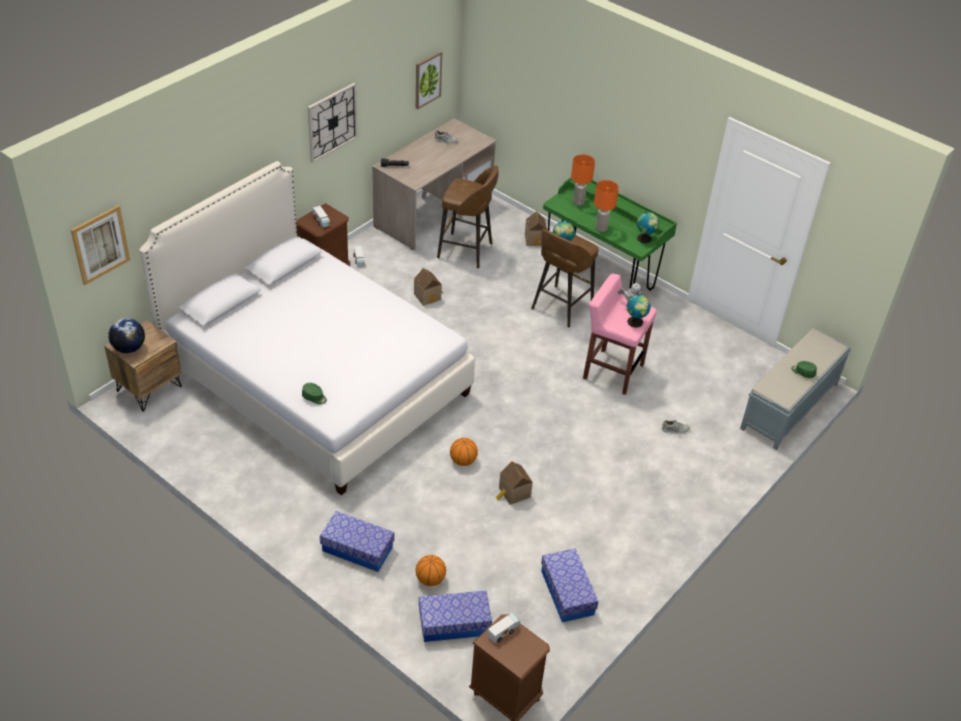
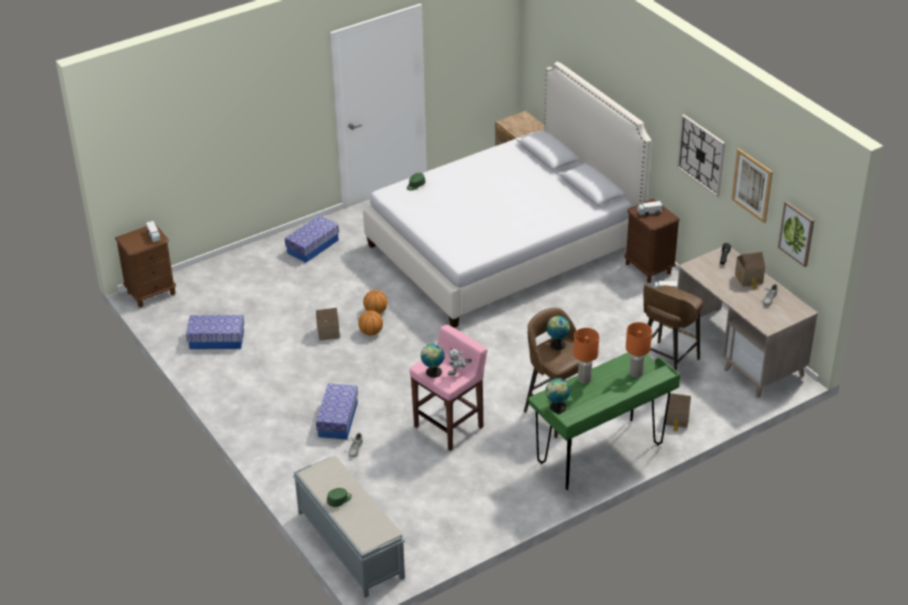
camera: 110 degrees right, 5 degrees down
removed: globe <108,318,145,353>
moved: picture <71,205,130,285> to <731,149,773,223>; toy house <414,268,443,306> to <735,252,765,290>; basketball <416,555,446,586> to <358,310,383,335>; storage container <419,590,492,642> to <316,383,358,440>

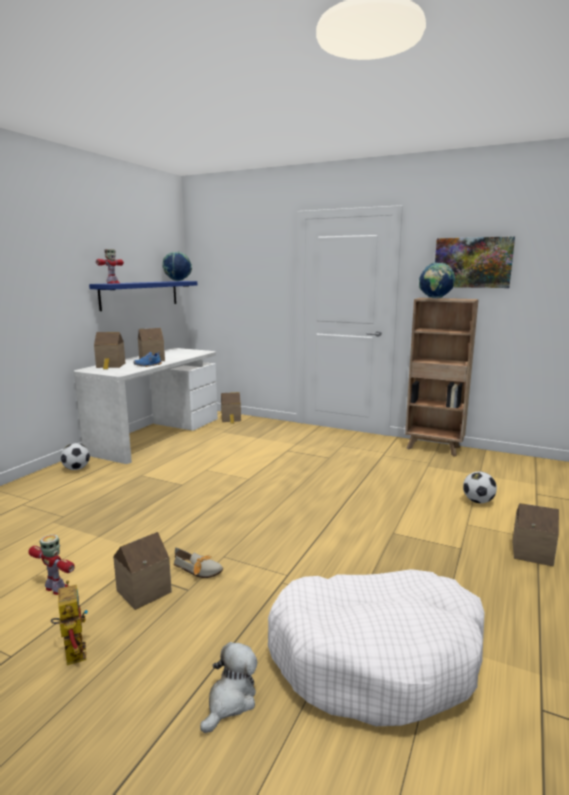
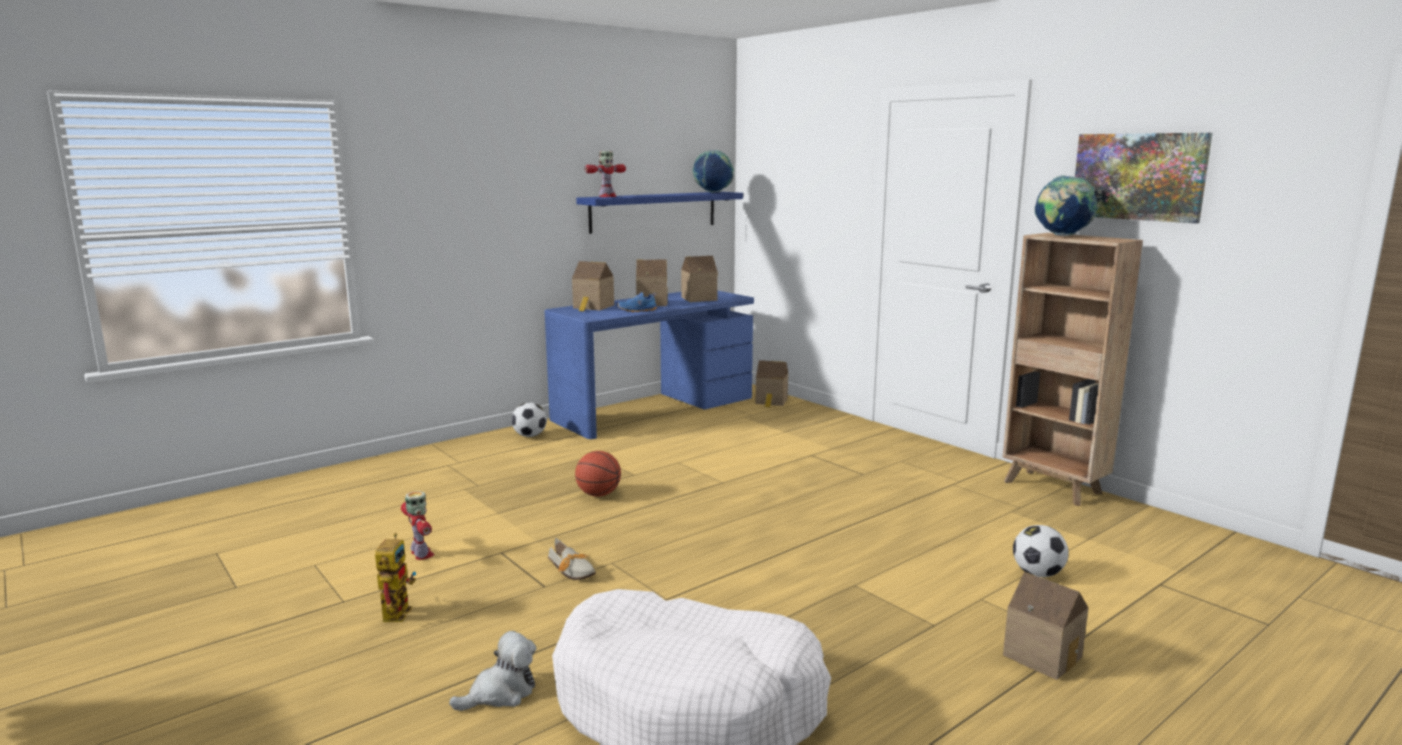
camera: 25 degrees right, 0 degrees up
added: basketball <575,451,621,497>
moved: toy house <113,532,172,610> to <681,256,718,302>
recoloured: white-coloured desk unit <74,348,218,464> to bluish desk unit <545,291,754,439>

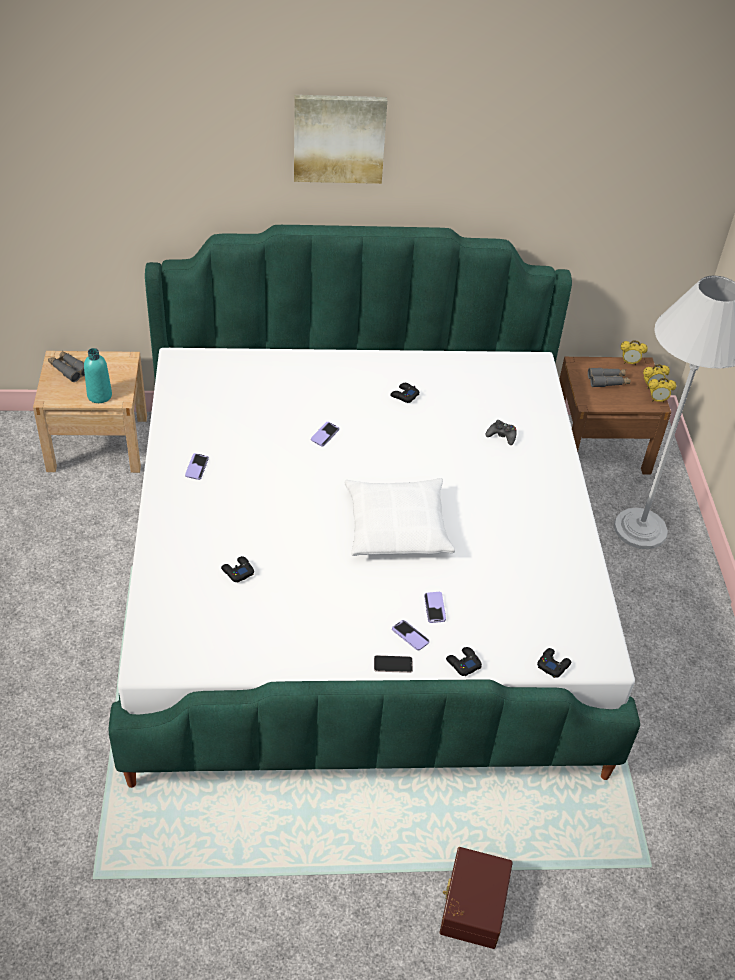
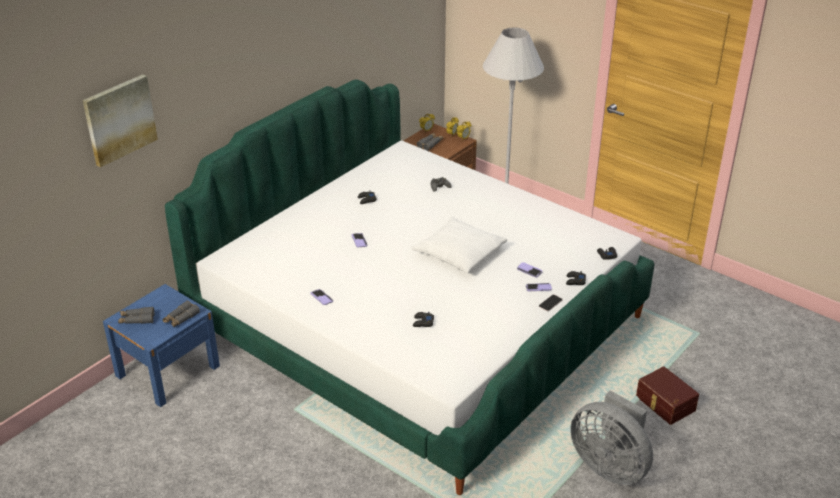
camera: 45 degrees left, 10 degrees down
added: gray electric fan <570,390,653,485>
moved: picture <294,95,387,184> to <83,74,158,167>
replaced: turquoise-coloured beverage bottle <84,348,112,403> to gray field glasses <162,301,200,328>
recoloured: beige-coloured night table <33,351,147,473> to bluish night table <103,284,220,407>

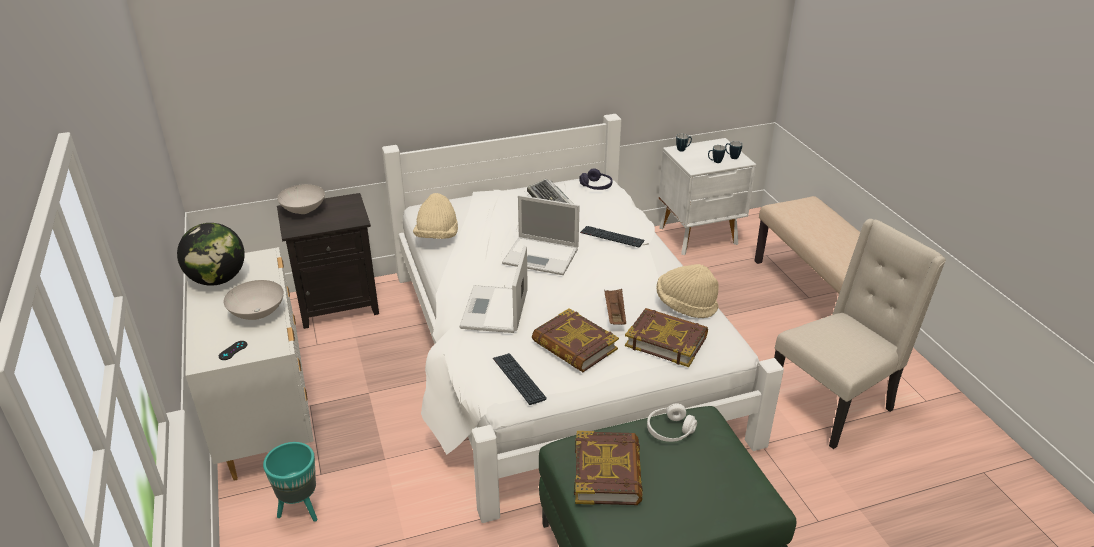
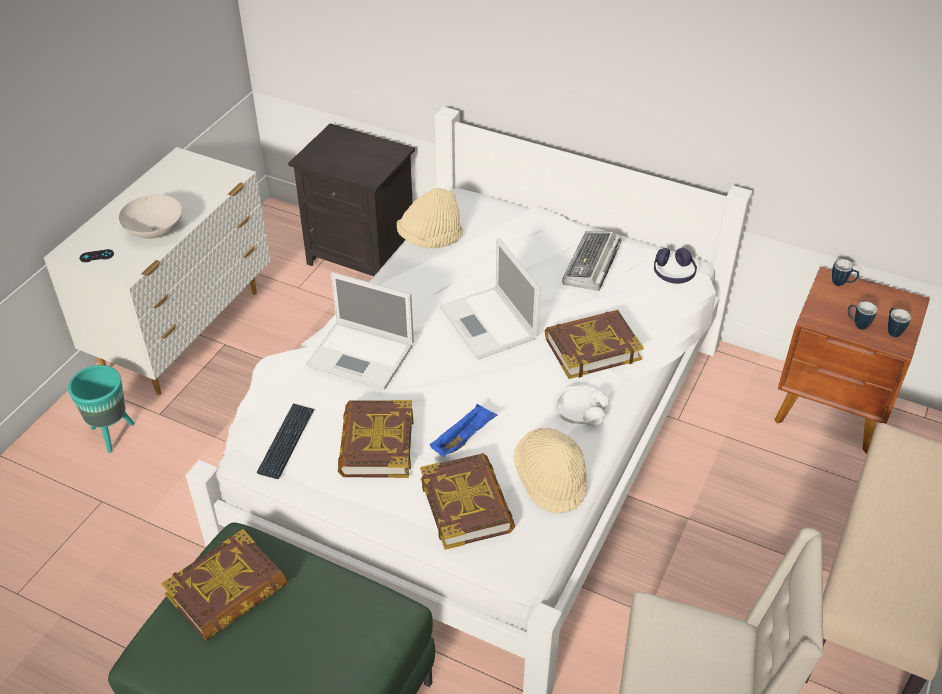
camera: 45 degrees right, 10 degrees up
removed: globe <177,223,245,286>; white-coloured deep dish <277,184,325,214>
moved: white-coloured headset <647,403,697,442> to <554,386,608,426>
replaced: PC keyboard <580,226,644,247> to volume <545,310,644,379>
recoloured: brown-coloured carrying tray <604,289,626,325> to bluish carrying tray <430,404,498,457>; white-coloured night table <659,138,756,255> to brown-coloured night table <774,267,930,454>
turned: notebook computer <460,246,528,333> = <306,272,414,390> 120 degrees counterclockwise

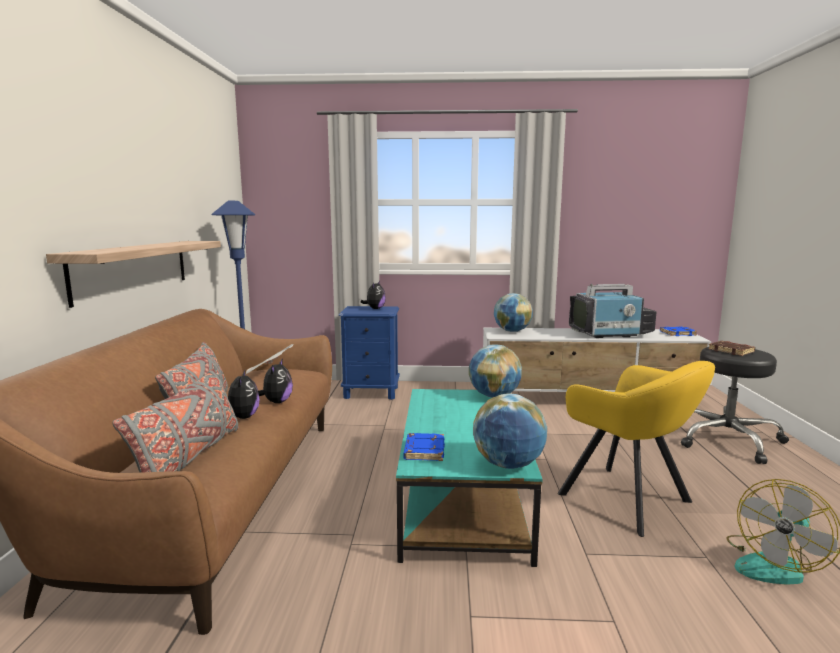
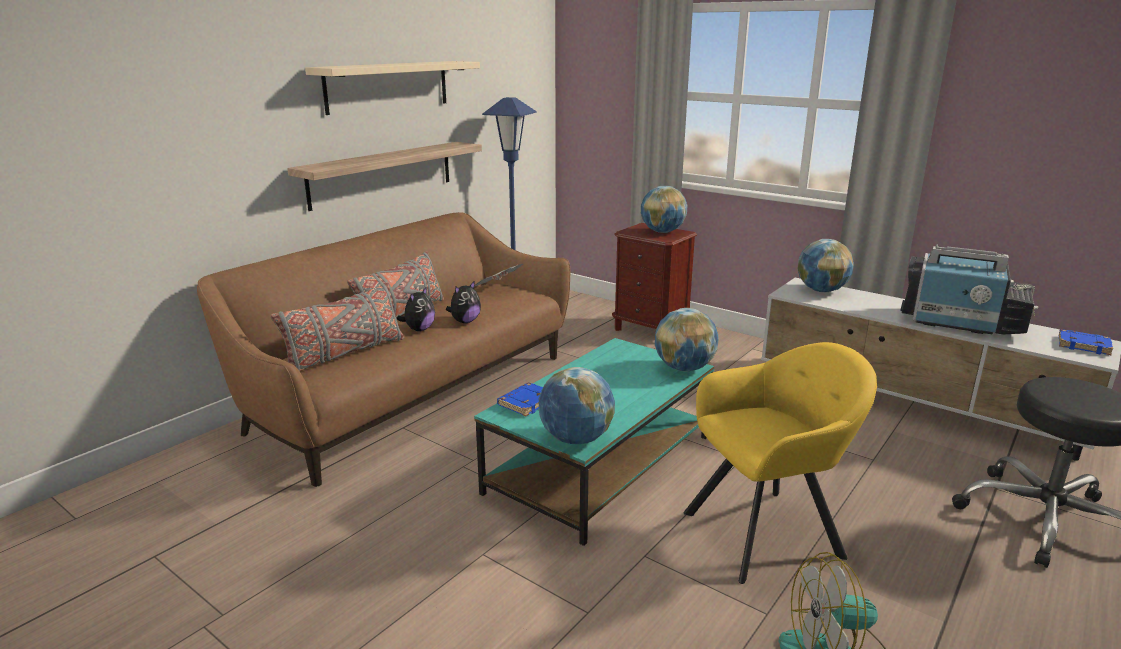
camera: 35 degrees right, 10 degrees up
removed: brown-coloured volume <708,341,755,356>
added: beige-coloured shelf <305,61,480,115>
replaced: soft toy <361,281,386,309> to globe <641,186,688,233>
recoloured: bluish night table <338,306,400,400> to brown-coloured night table <612,223,697,331>
turned: yellow-coloured armchair <558,361,715,537> = <683,342,877,584> 105 degrees counterclockwise

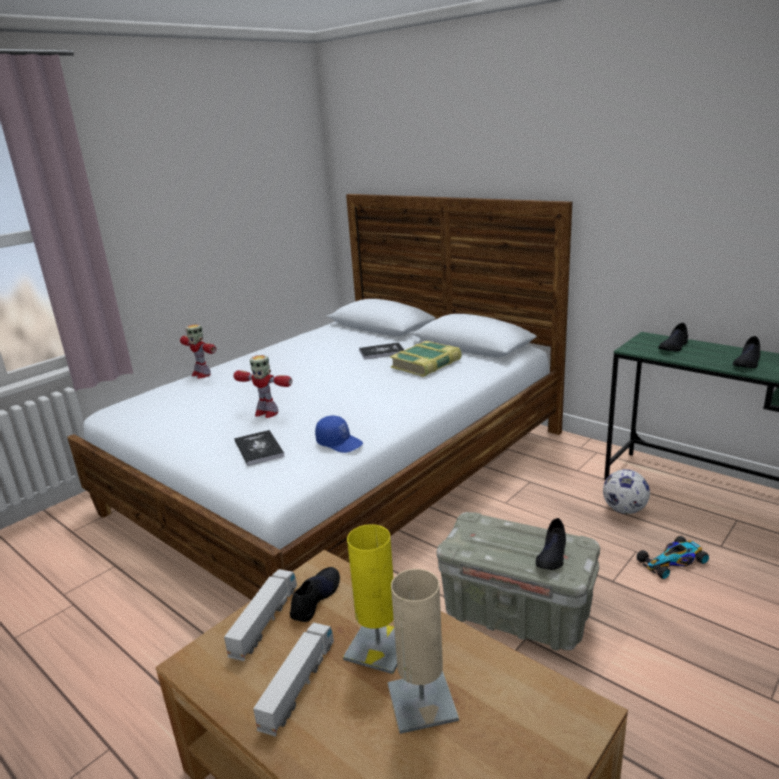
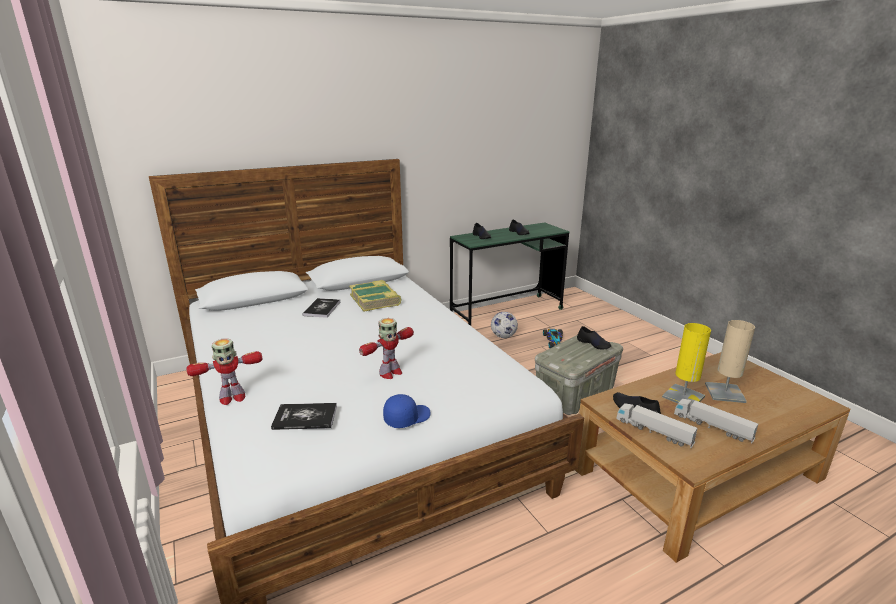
camera: 70 degrees left, 0 degrees up
moved: volume <235,430,285,466> to <271,403,337,430>; bluish peaked cap <315,416,363,453> to <383,394,430,428>

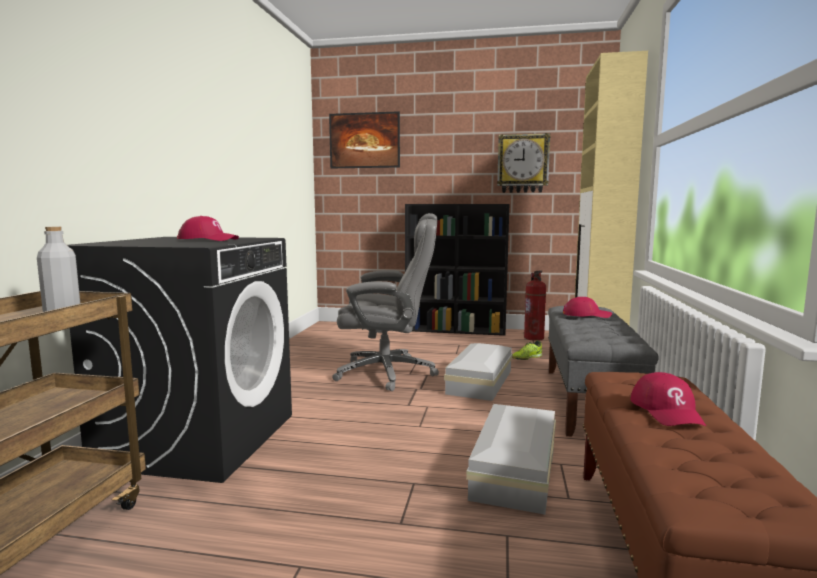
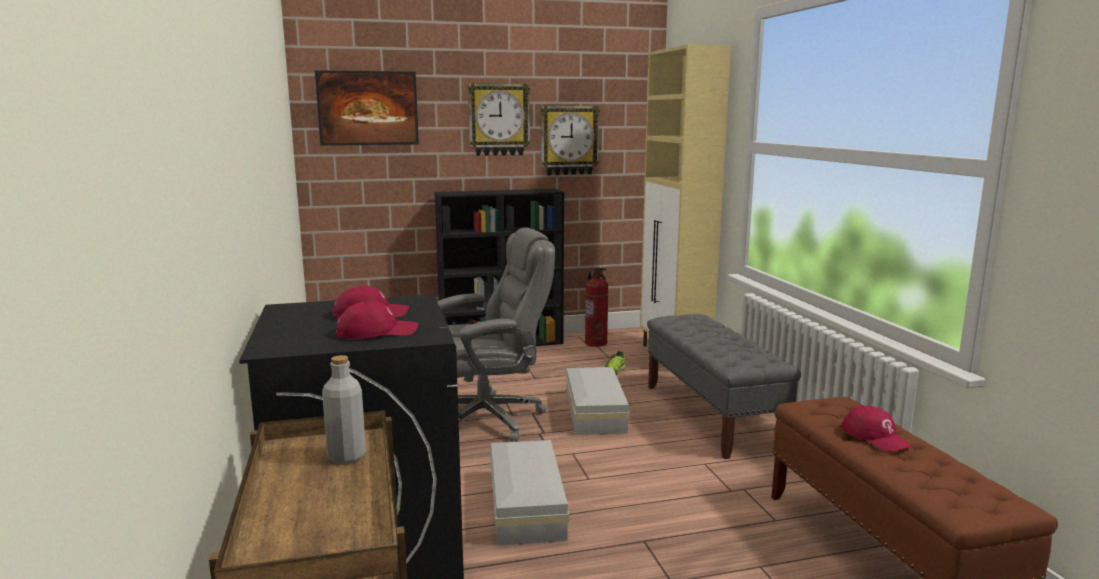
camera: 25 degrees left, 5 degrees up
added: hanging clock <468,84,531,156>
moved: white-coloured storage container <466,404,556,515> to <490,440,569,546>; reddish peaked cap <563,297,612,318> to <336,301,418,339>

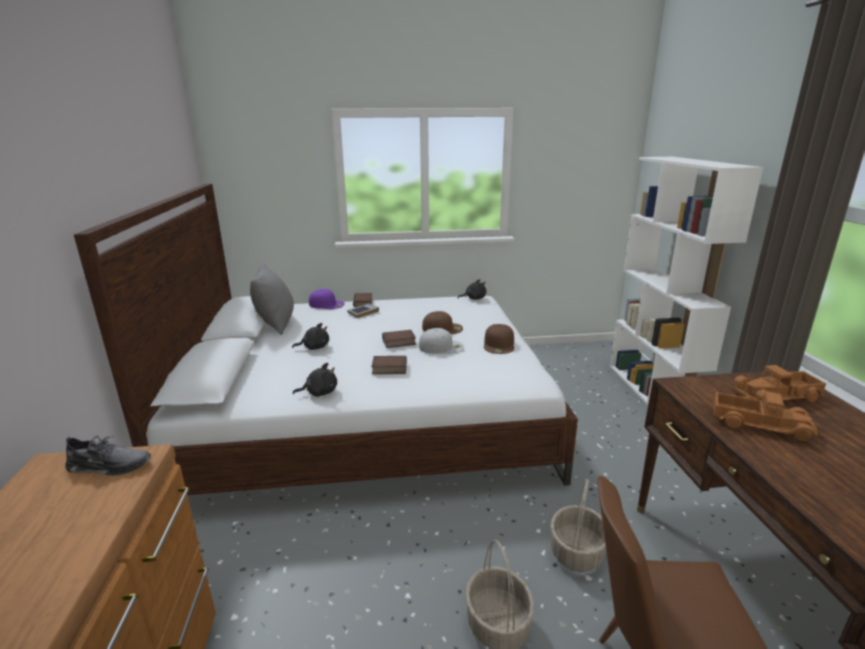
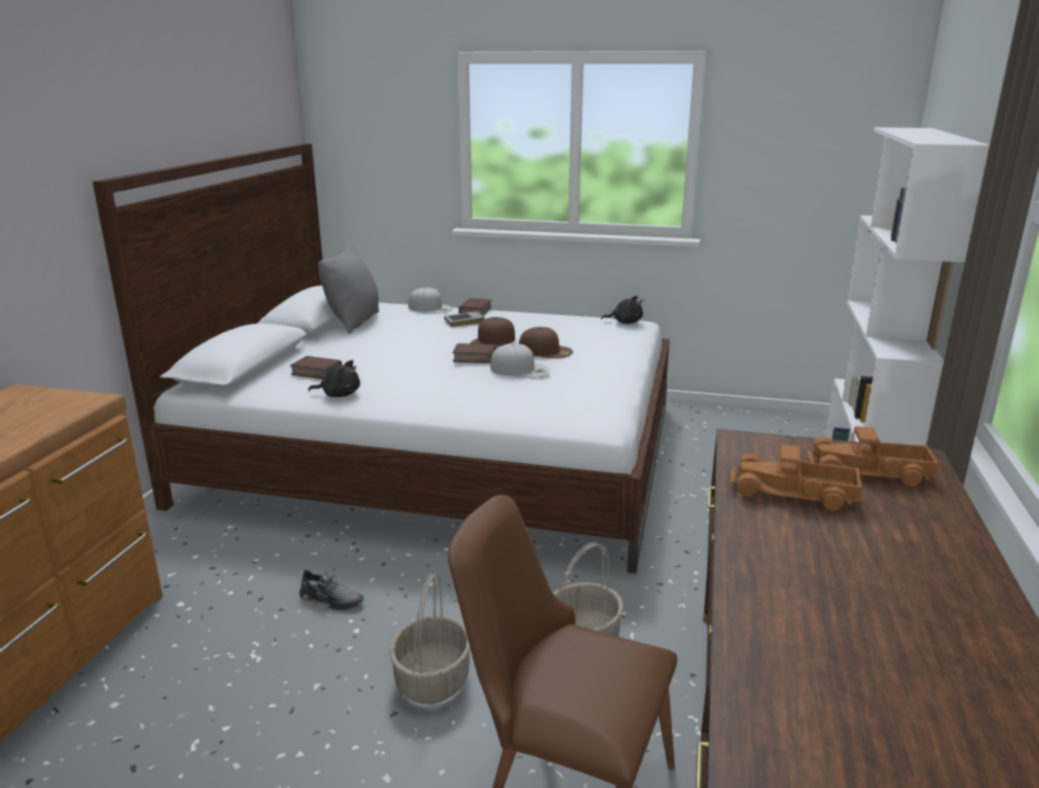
camera: 20 degrees right, 0 degrees up
removed: black soft toy <292,323,329,350>
moved: gray shoe <65,435,151,476> to <299,569,364,610>; volume <371,356,407,374> to <290,356,342,379>; brown-coloured peaked cap <484,324,514,354> to <470,317,515,349>
recoloured: purple peaked cap <309,289,345,309> to white-coloured peaked cap <408,288,452,314>
turned: model truck <714,391,818,441> = <730,444,862,511> 150 degrees clockwise

